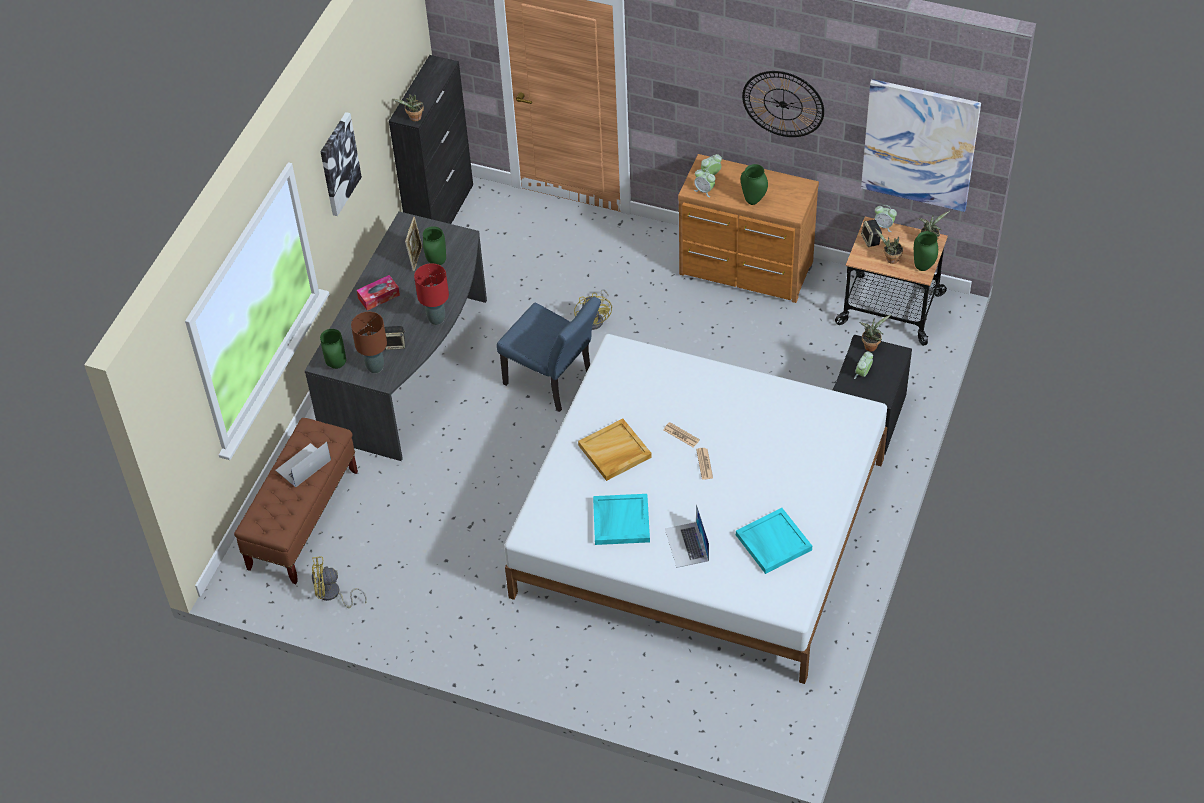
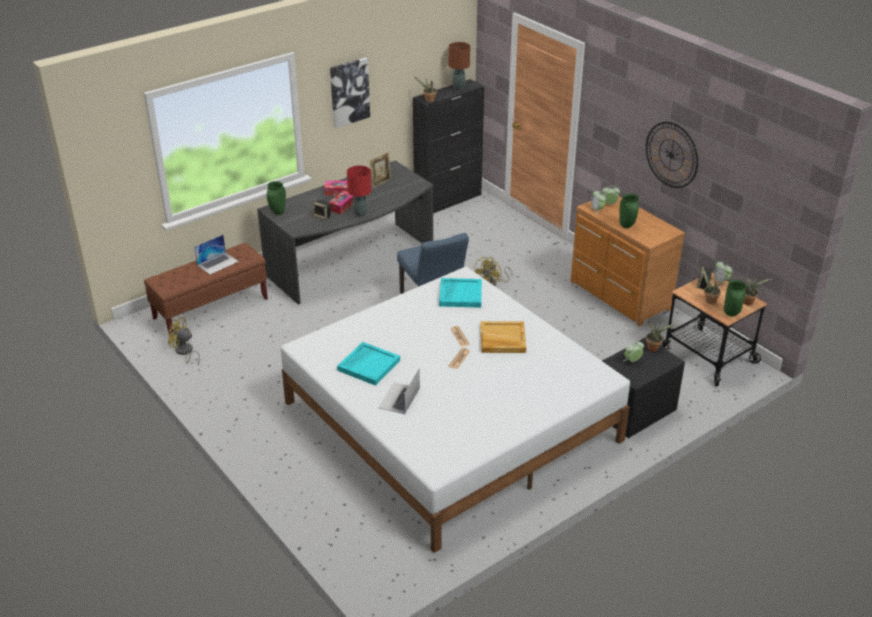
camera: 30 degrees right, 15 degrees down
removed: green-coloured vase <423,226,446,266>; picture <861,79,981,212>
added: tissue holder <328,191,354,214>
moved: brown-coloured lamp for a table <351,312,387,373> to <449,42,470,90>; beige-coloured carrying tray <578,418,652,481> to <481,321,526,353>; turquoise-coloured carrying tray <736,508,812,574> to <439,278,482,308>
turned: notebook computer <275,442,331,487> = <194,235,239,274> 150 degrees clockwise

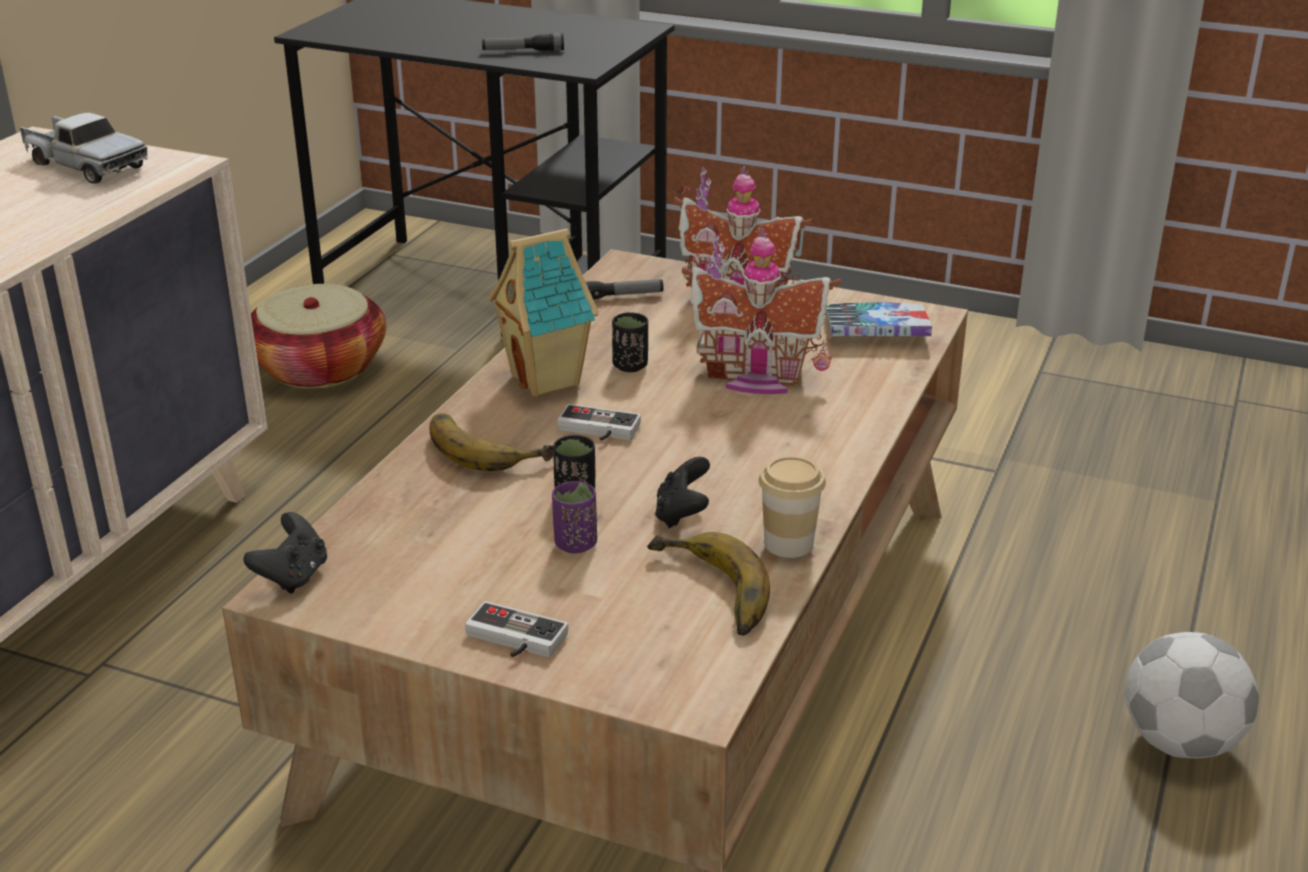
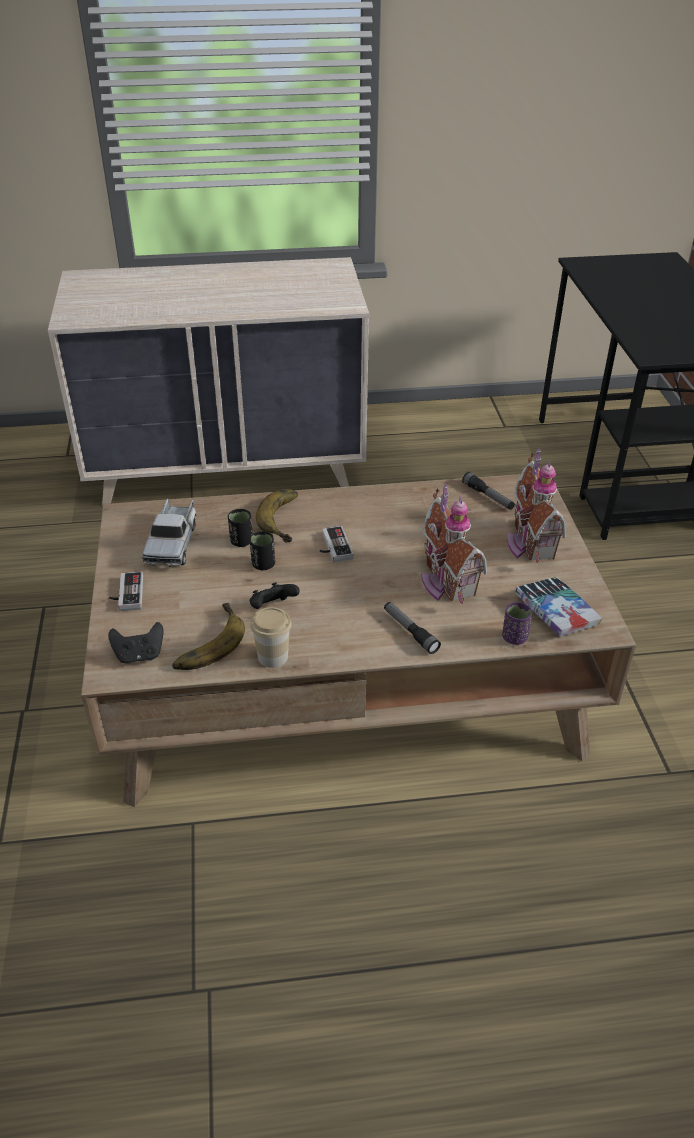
camera: 60 degrees right, 10 degrees up
removed: basket <251,284,386,389>; toy house <488,229,599,397>; ball for football <1125,632,1259,758>
moved: model truck <20,113,148,184> to <142,498,196,567>; black joypad <243,512,327,594> to <108,622,163,664>; torch <482,33,564,51> to <384,602,441,654>; purple drinking cup <552,481,597,553> to <502,602,532,645>; black drinking cup <612,312,648,372> to <228,509,253,547>

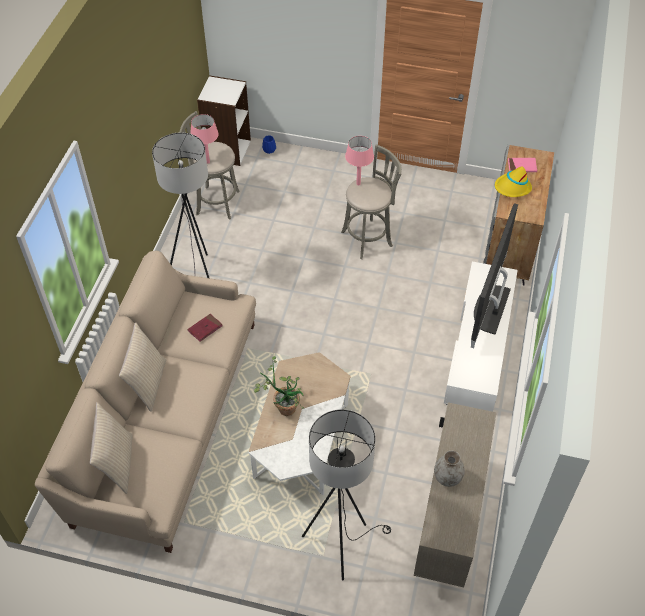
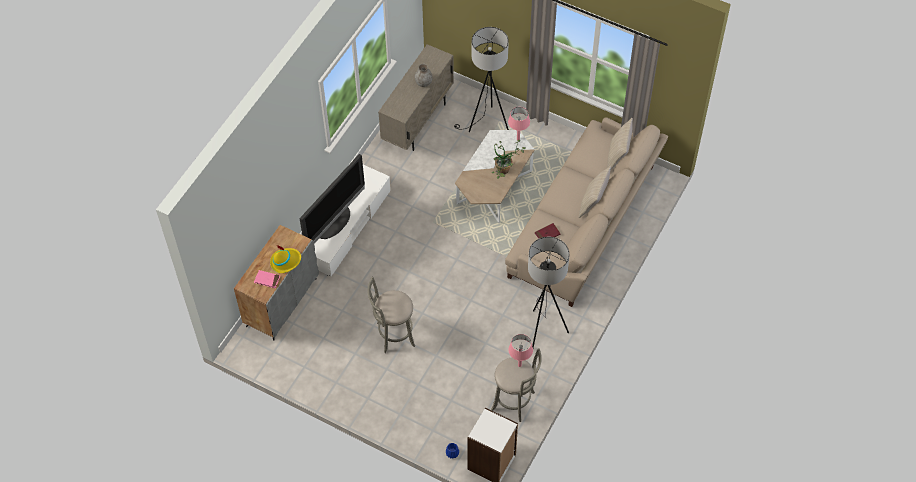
camera: 165 degrees left, 5 degrees up
moved: pinkish lamp for a table <345,136,374,185> to <508,107,530,140>

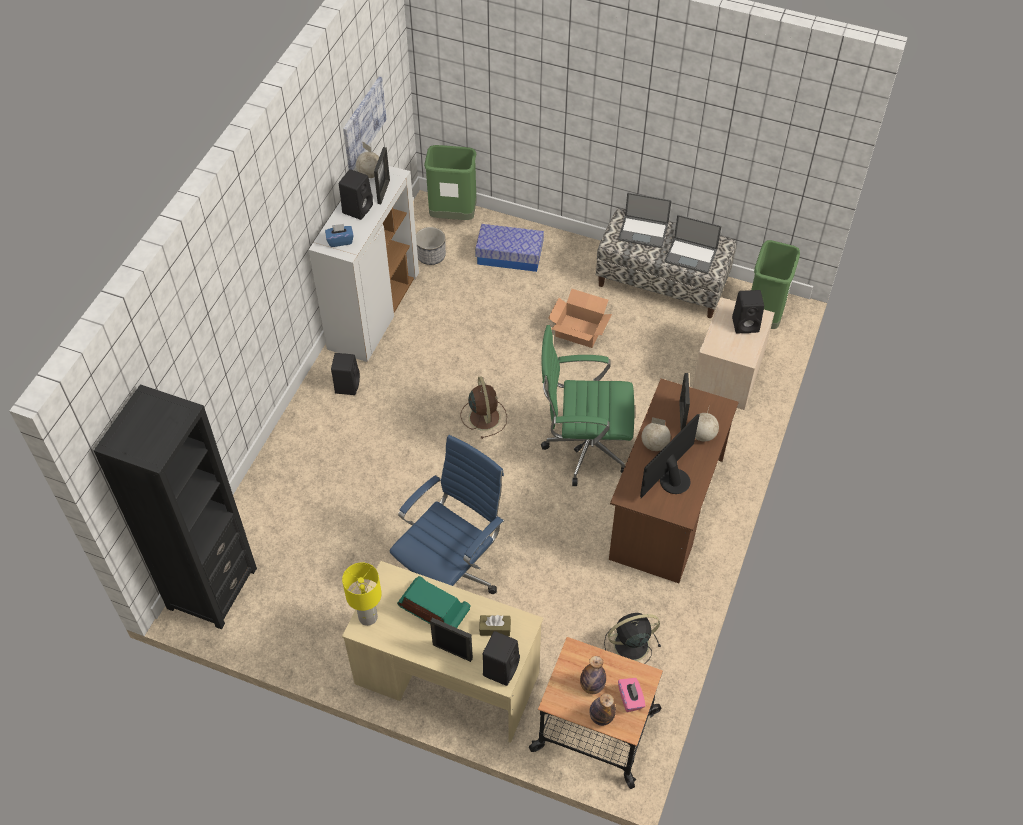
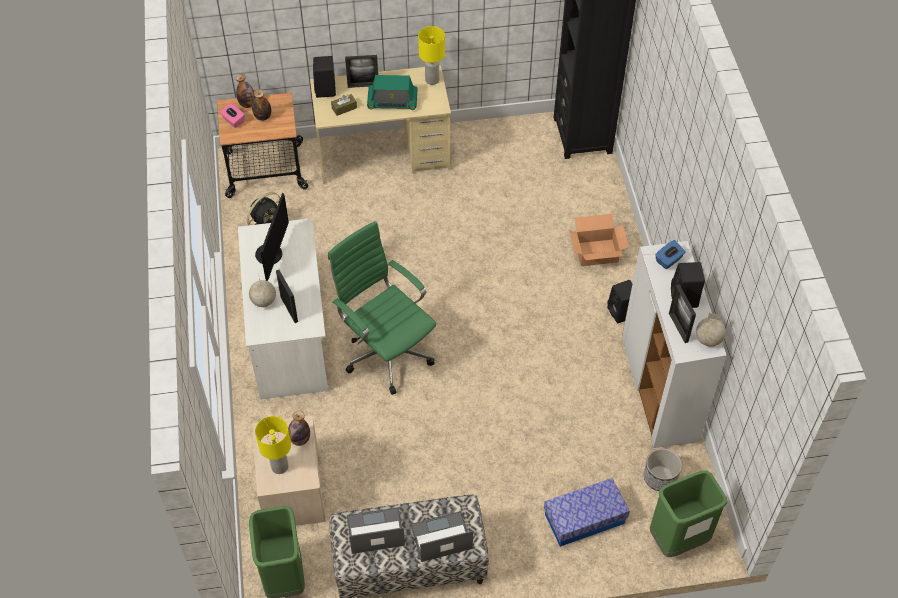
camera: 150 degrees right, 0 degrees up
removed: picture <343,77,387,170>; bluish office chair <390,435,504,594>; brown-coloured electric fan <460,376,507,439>; globe <642,417,671,451>
added: beverage bottle <288,411,310,446>
moved: cardboard box <548,289,612,348> to <569,214,629,266>
replaced: black audio speaker <732,290,764,333> to yellow-coloured lamp for a table <255,416,291,474>
recoloured: brown-coloured desk unit <609,379,739,583> to white-coloured desk unit <238,218,328,400>
turned: green-coloured office chair <541,325,635,486> = <328,221,436,395> 105 degrees counterclockwise

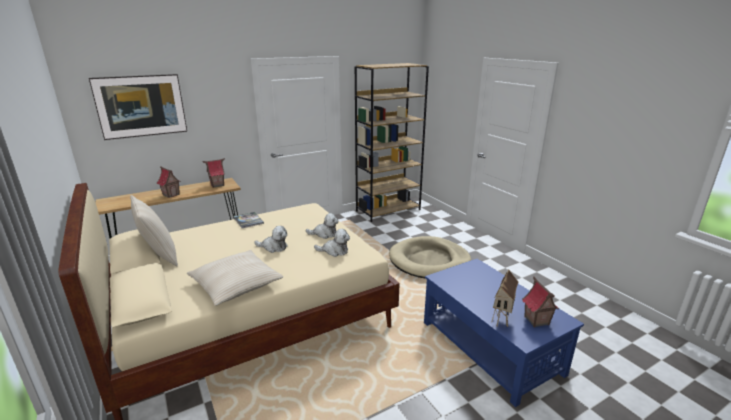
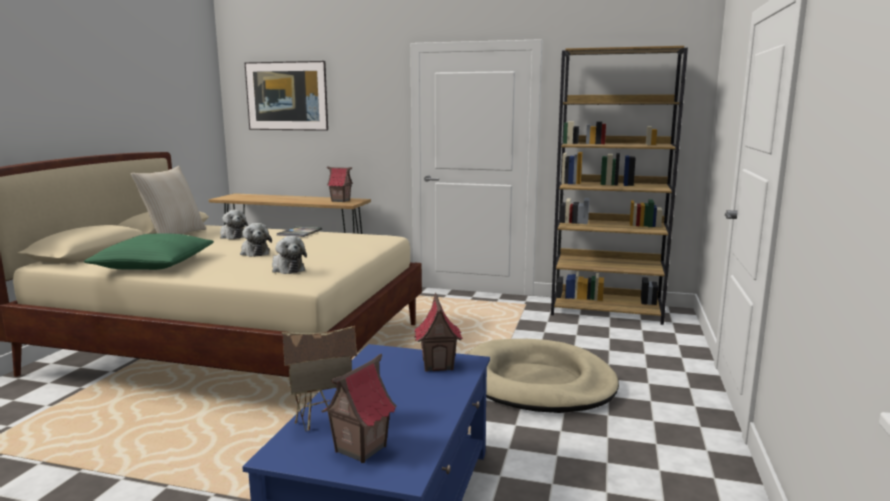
camera: 45 degrees right, 10 degrees down
moved: toy house <156,166,181,198> to <414,293,463,372>; soft toy <305,213,339,239> to <220,210,248,239>
recoloured: beige-coloured cushion <187,250,283,306> to green-coloured cushion <84,234,214,270>

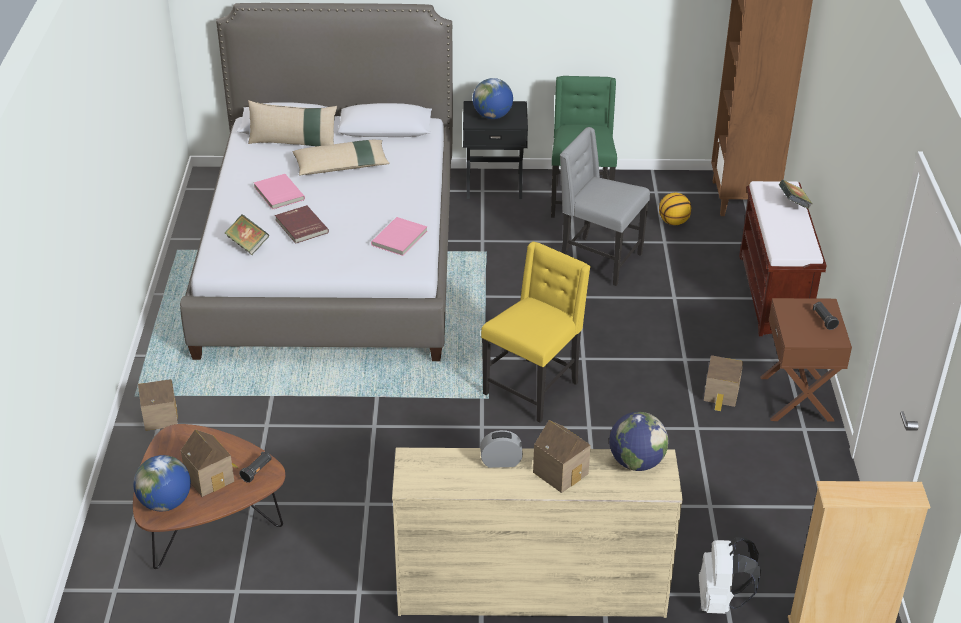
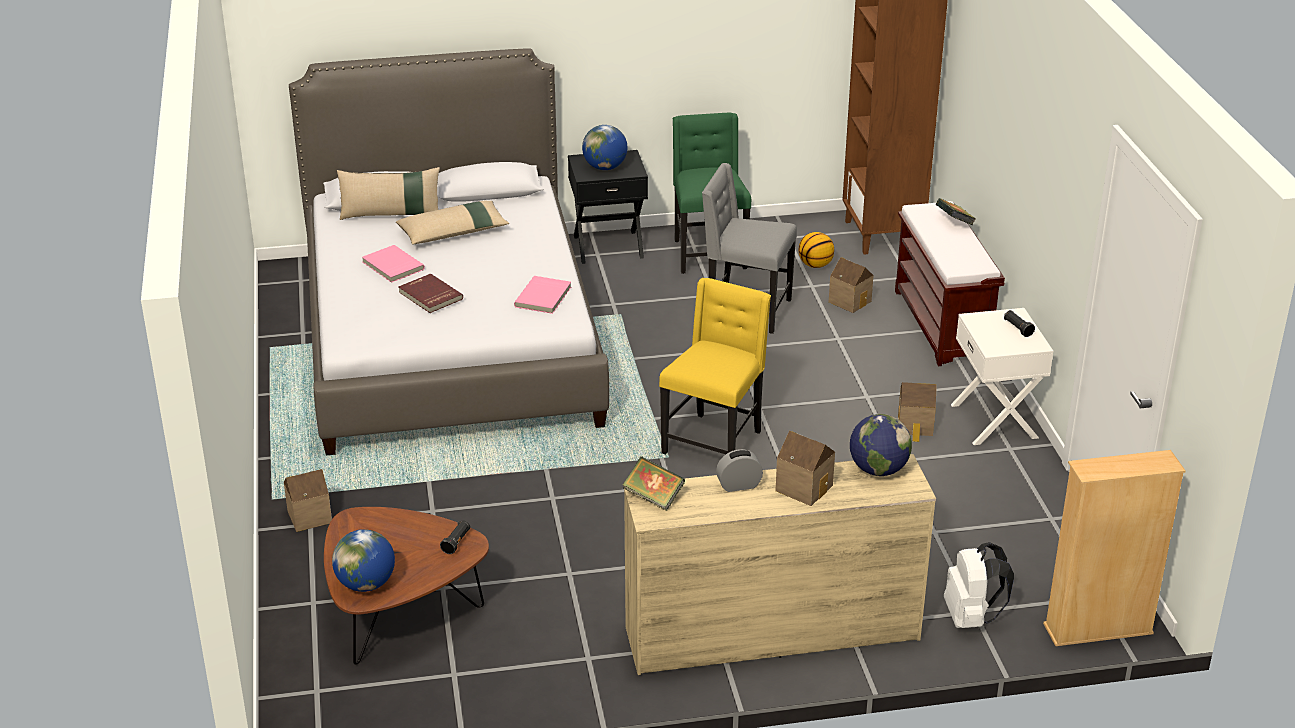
camera: 10 degrees left, 5 degrees down
moved: toy house <181,429,238,497> to <829,257,874,313>; volume <225,214,269,255> to <623,457,685,511>
recoloured: brown-coloured night table <760,298,852,422> to white-coloured night table <951,308,1053,445>

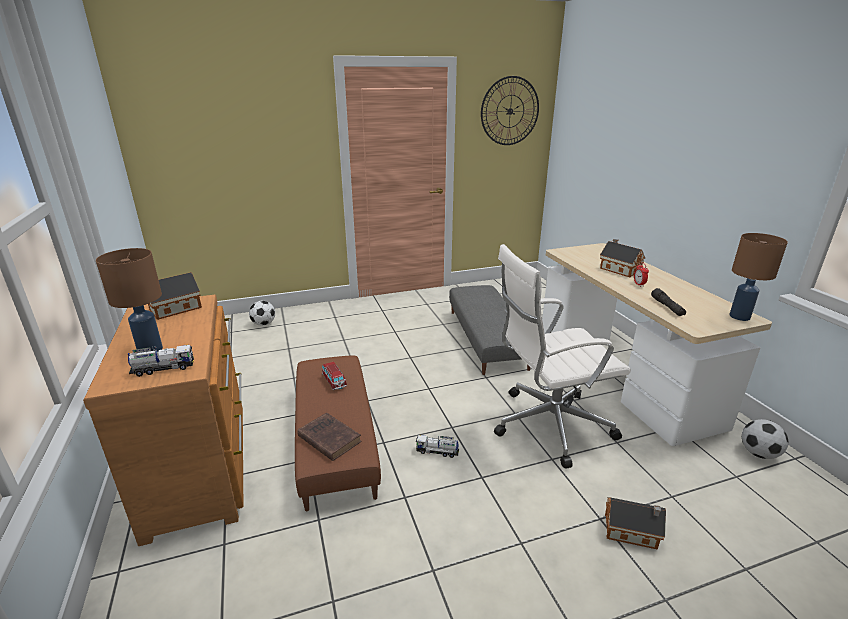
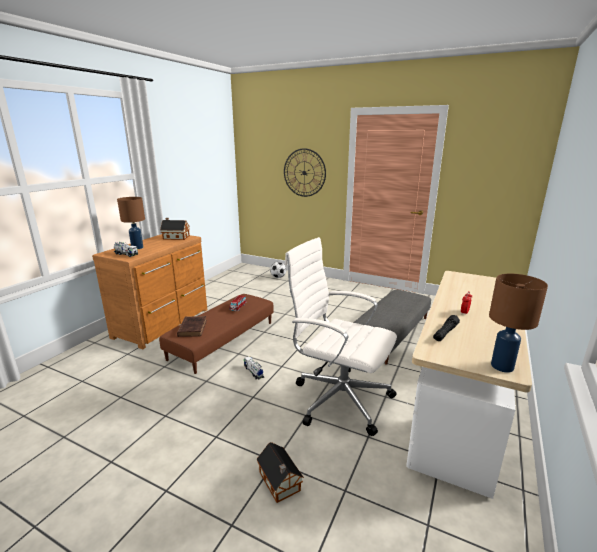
camera: 45 degrees right, 5 degrees down
removed: toy house <600,239,645,277>; ball for football <742,419,788,459>
moved: hanging clock <481,76,539,145> to <284,148,326,197>

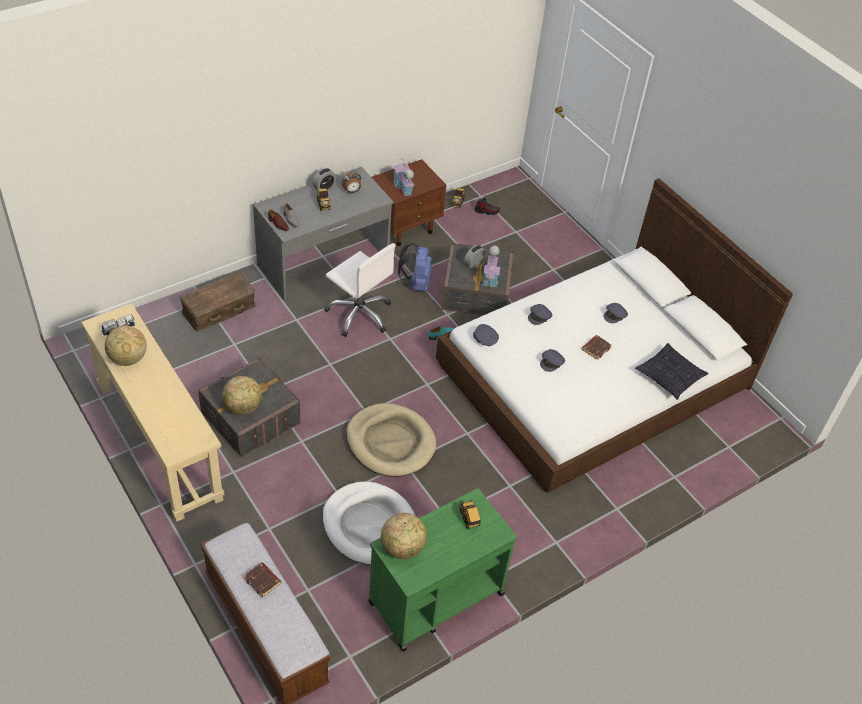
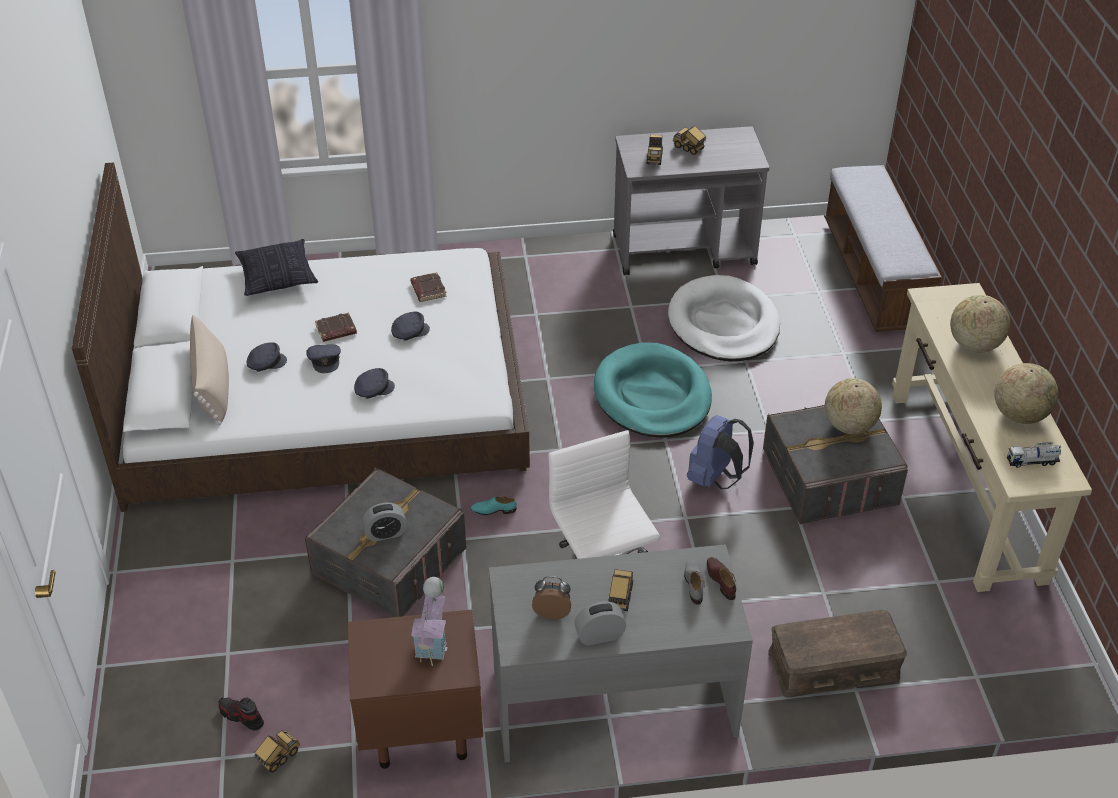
camera: 150 degrees left, 5 degrees down
removed: toy house <482,246,500,290>
added: beige-coloured cushion <190,315,229,425>; model truck <673,126,707,155>
moved: brown-coloured volume <244,562,281,598> to <410,272,447,302>; globe <381,513,427,559> to <950,295,1010,353>; bluish knapsack <398,243,432,291> to <687,415,754,489>; gray peaked cap <473,324,499,346> to <306,344,341,373>
recoloured: beige-coloured dog cushion <346,403,436,477> to turquoise-coloured dog cushion <594,342,712,438>; green-coloured wheeled cart <368,488,517,652> to gray wheeled cart <613,126,769,275>

